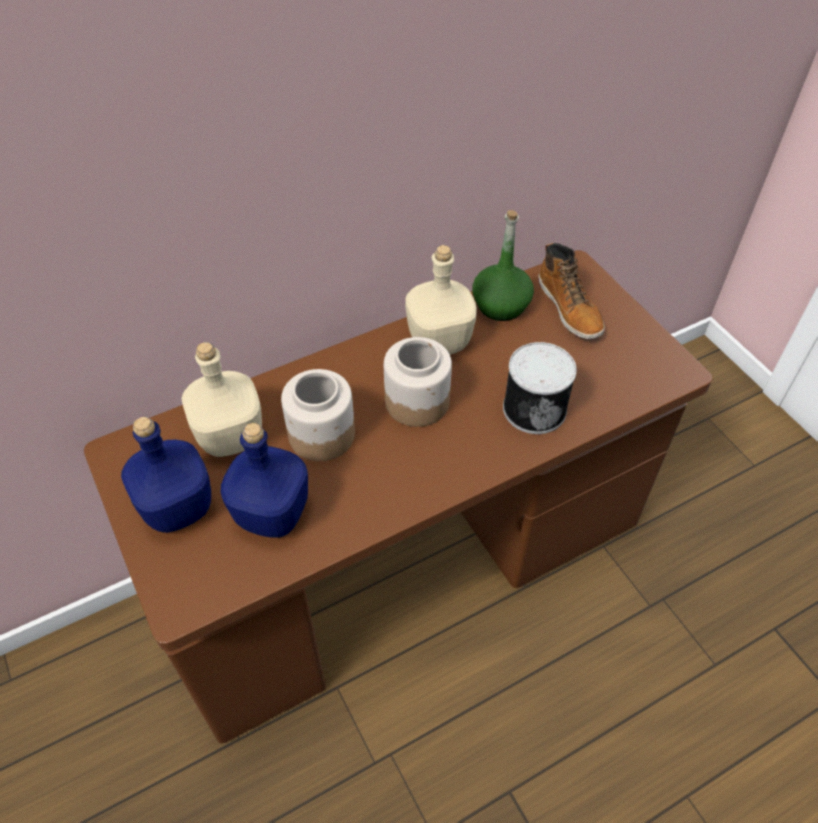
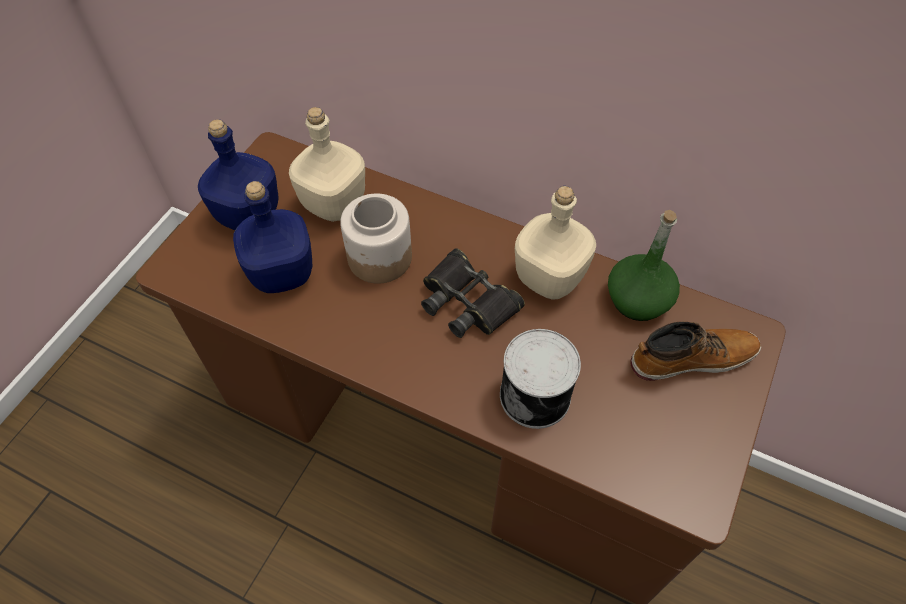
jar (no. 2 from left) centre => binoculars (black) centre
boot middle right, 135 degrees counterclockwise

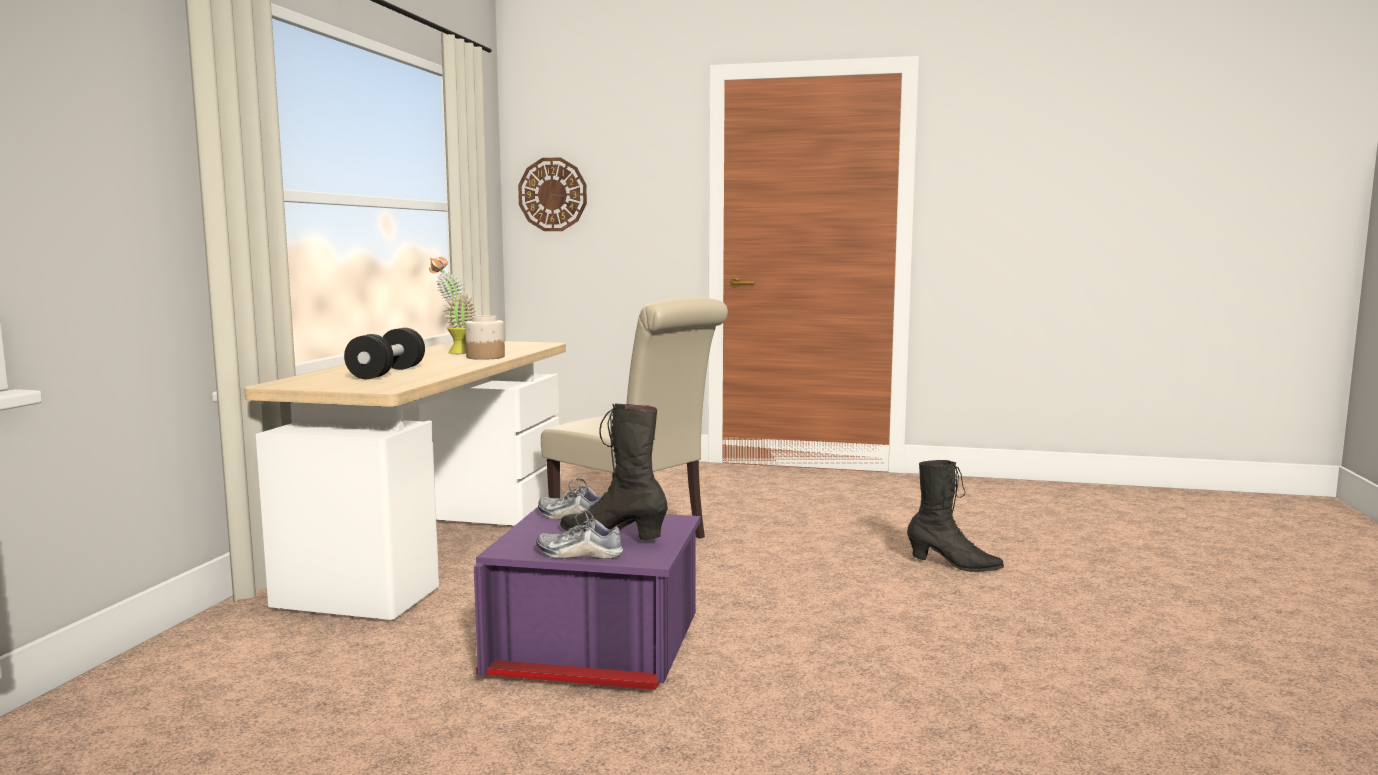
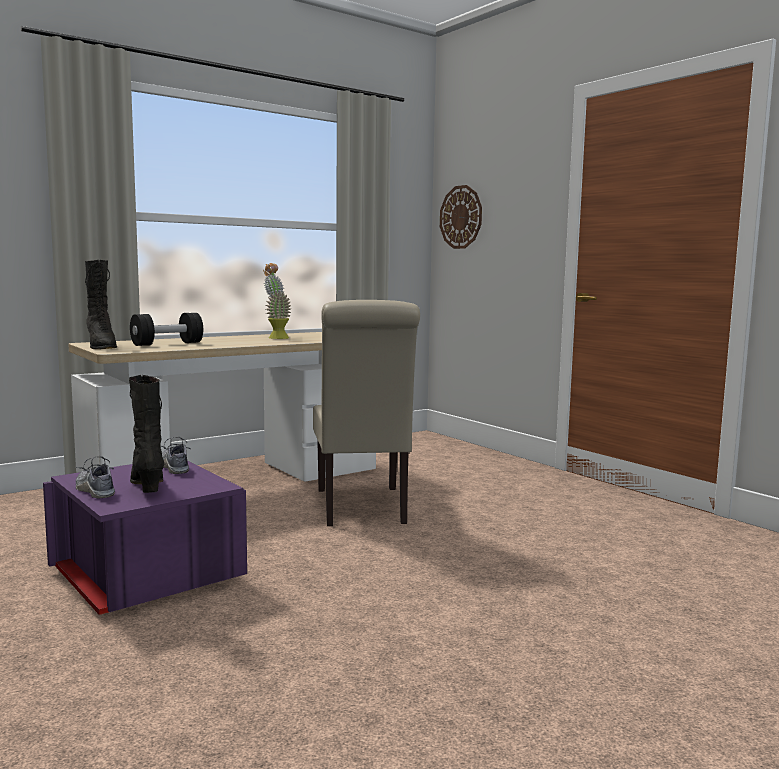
jar centre => nothing
boot (black) (no. 2 from left in the first image) middle right => boot (black) (no. 1 from left) middle left, shifted

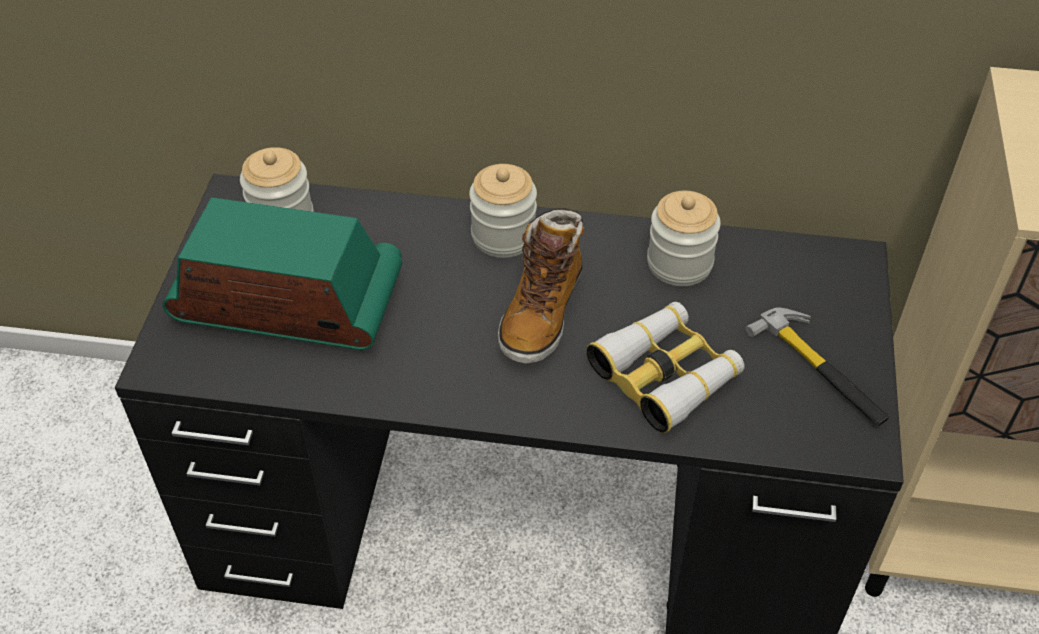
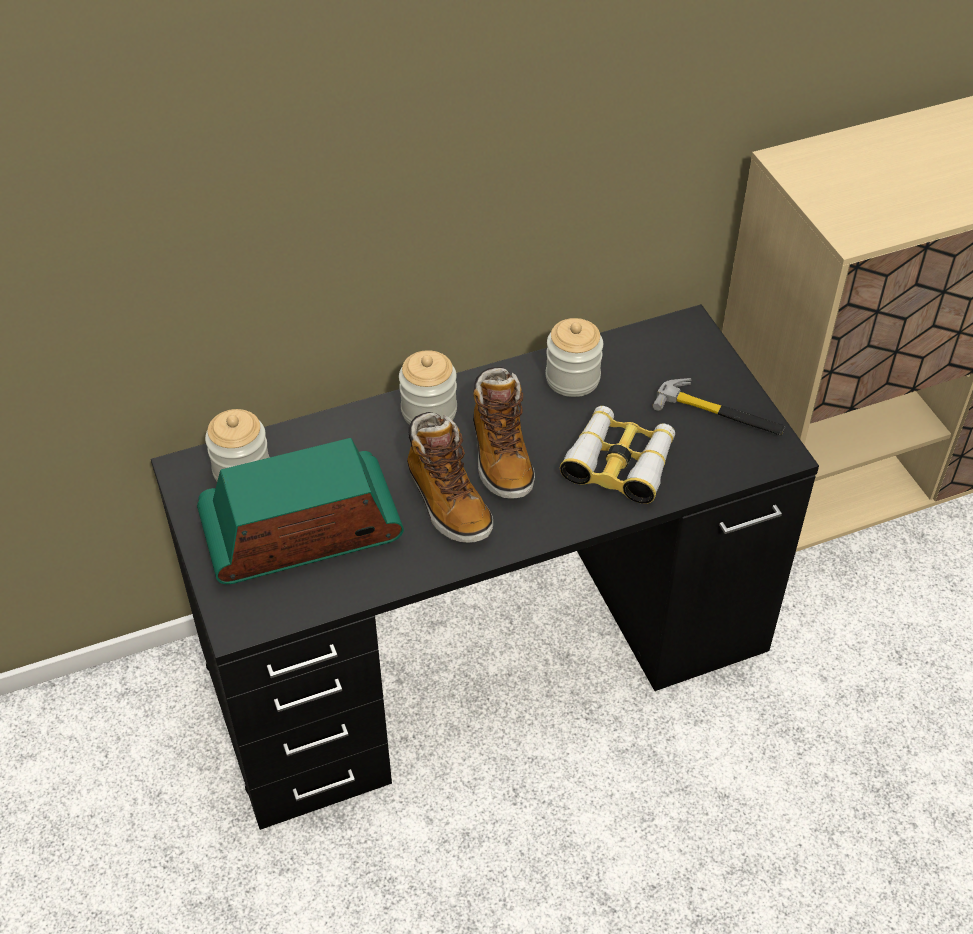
nothing => boot (no. 1 from left) centre

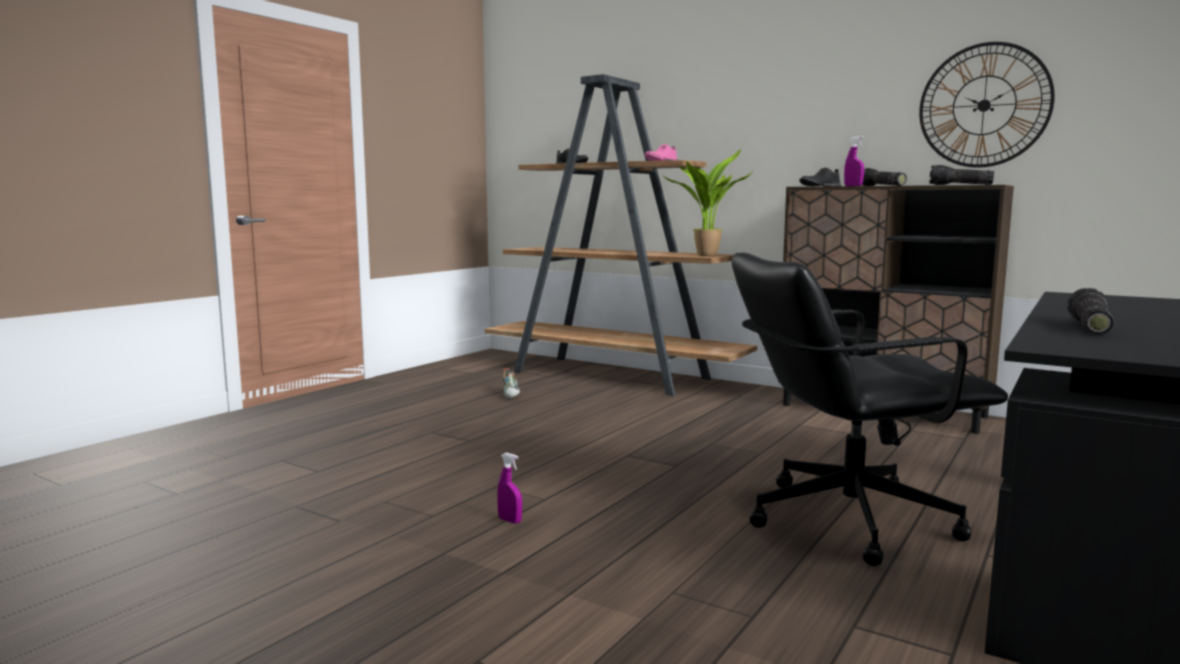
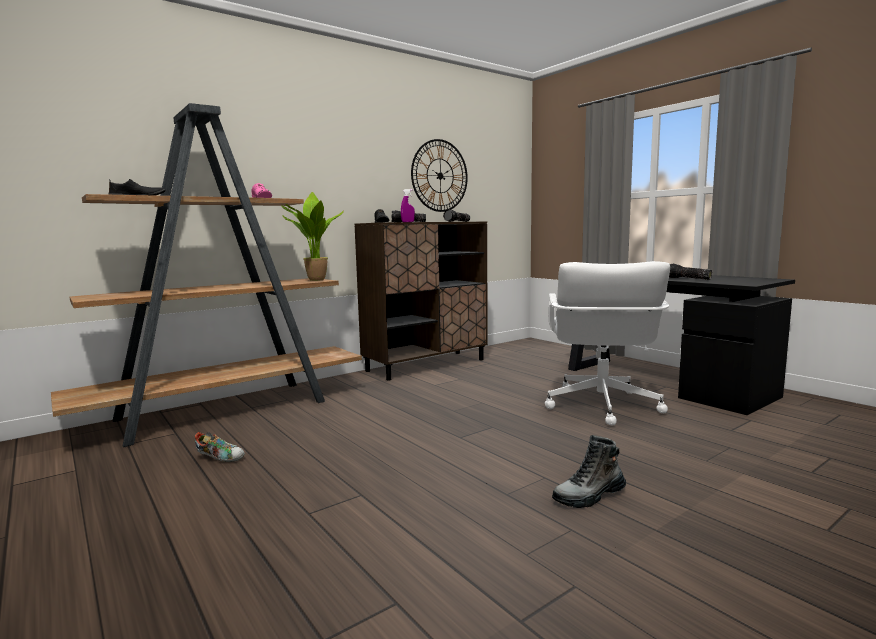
spray bottle (purple) (no. 1 from left) bottom centre => boot bottom right
office chair (black) middle right => office chair (white) middle right

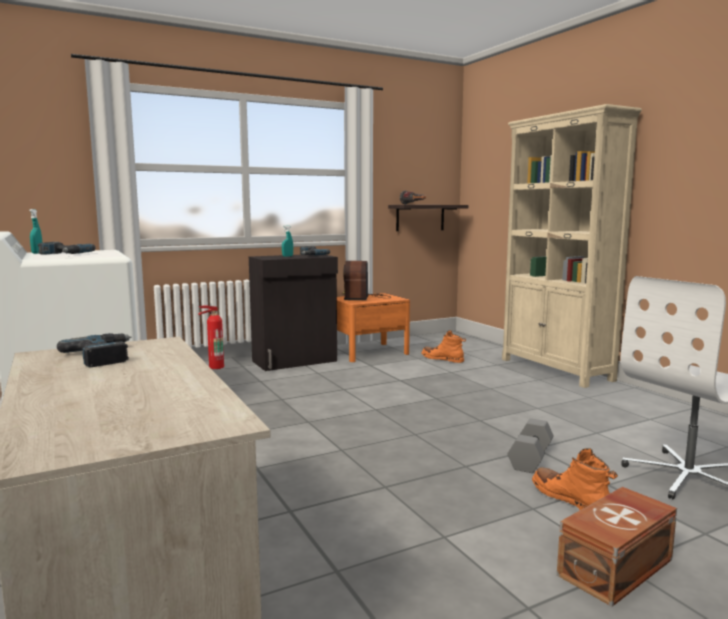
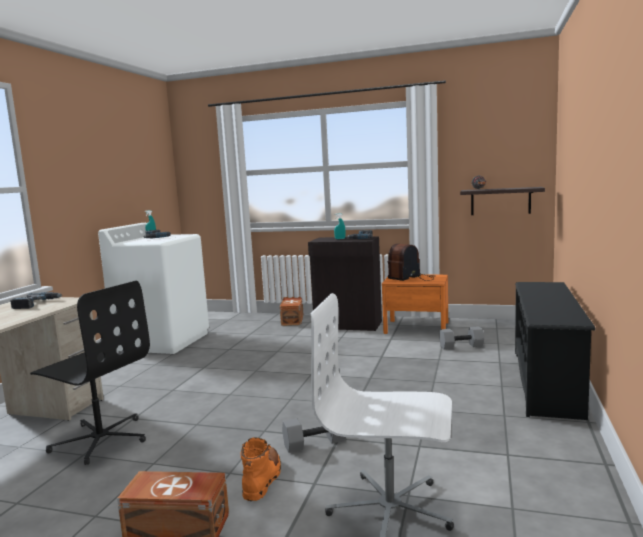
nothing => office chair (black) bottom left
fire extinguisher middle left => storage box (brown) (no. 2 from left) centre
boot (orange) (no. 1 from left) centre => dumbbell (grey) (no. 2 from left) middle right
bookcase (beige) middle right => shoe rack (black) middle right

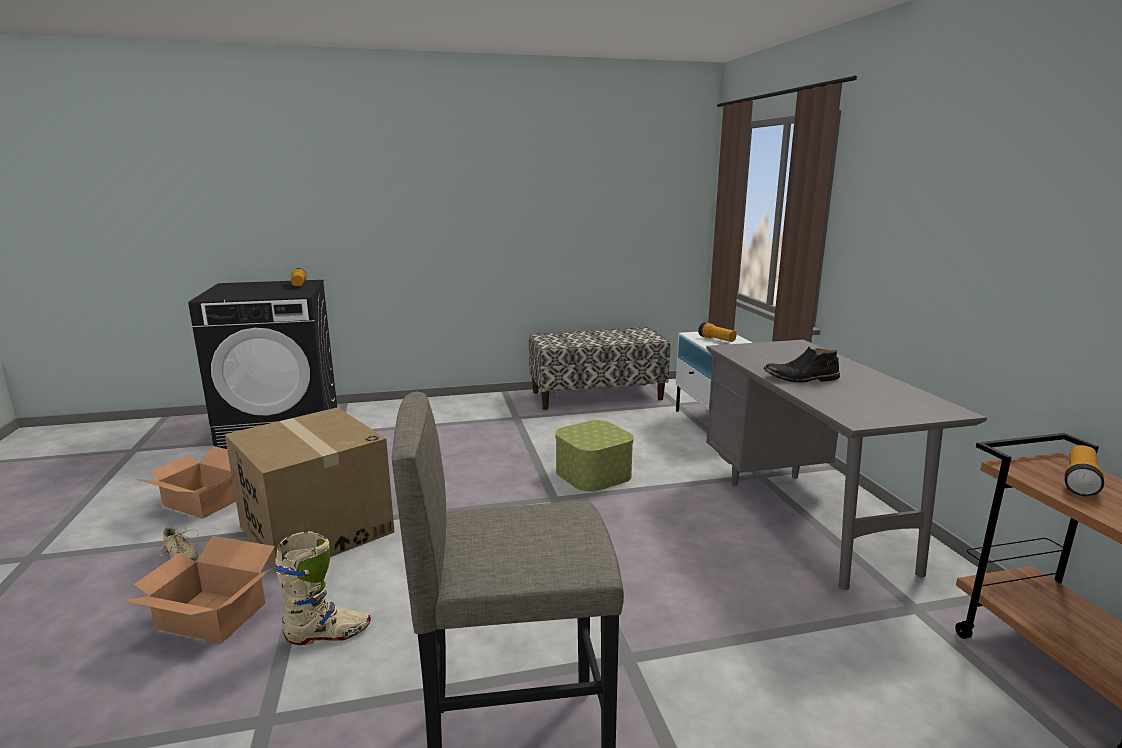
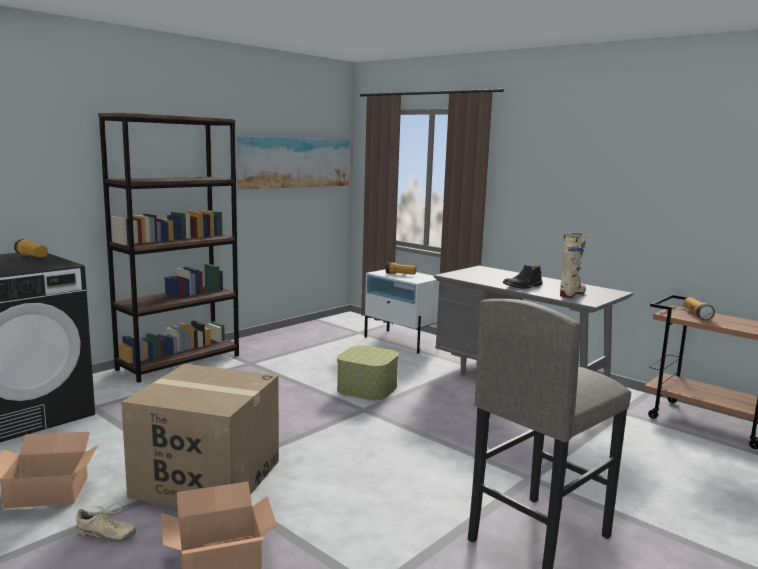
bench centre => nothing
nothing => bookcase (brown) middle left
nothing => picture top centre
boot (beige) bottom left => boot (beige) middle right, shifted

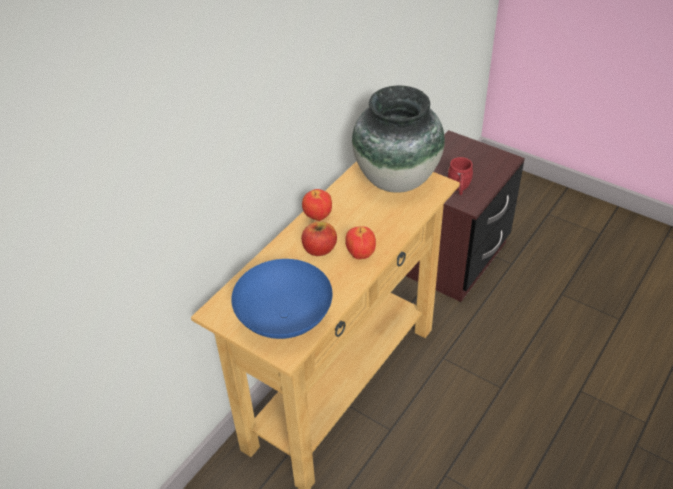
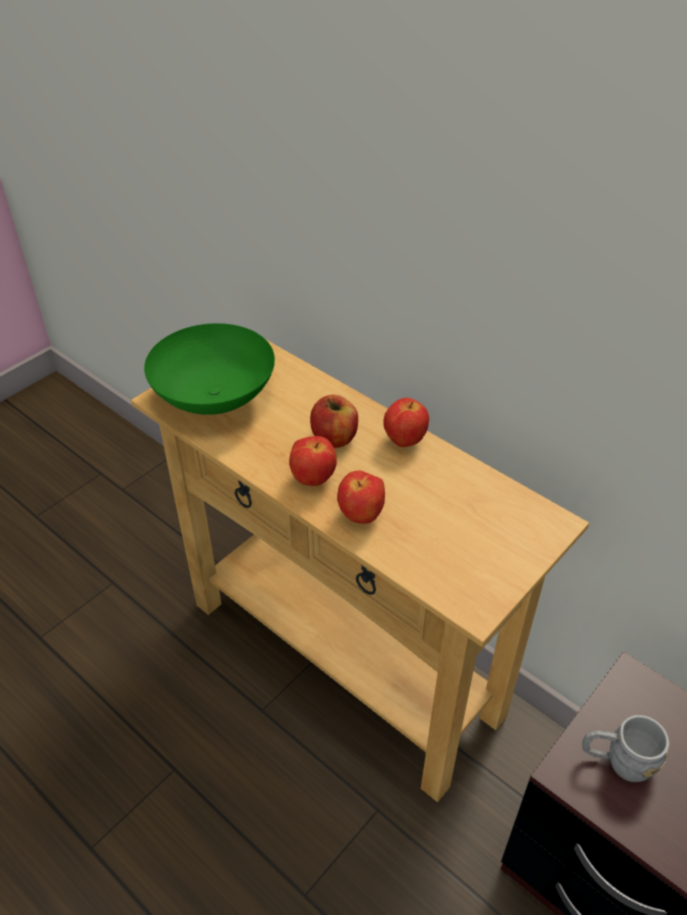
vase top centre => nothing
nothing => apple (no. 3 from left) centre
bowl (blue) centre => bowl (green) middle left
mug (red) middle right => mug (grey) bottom right

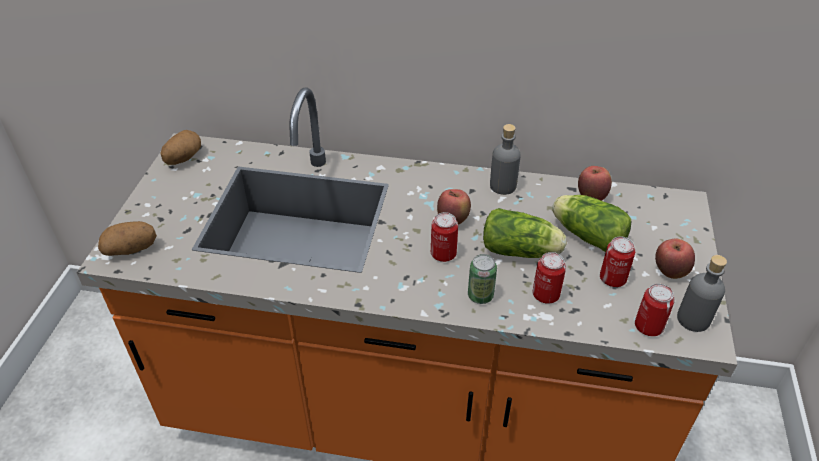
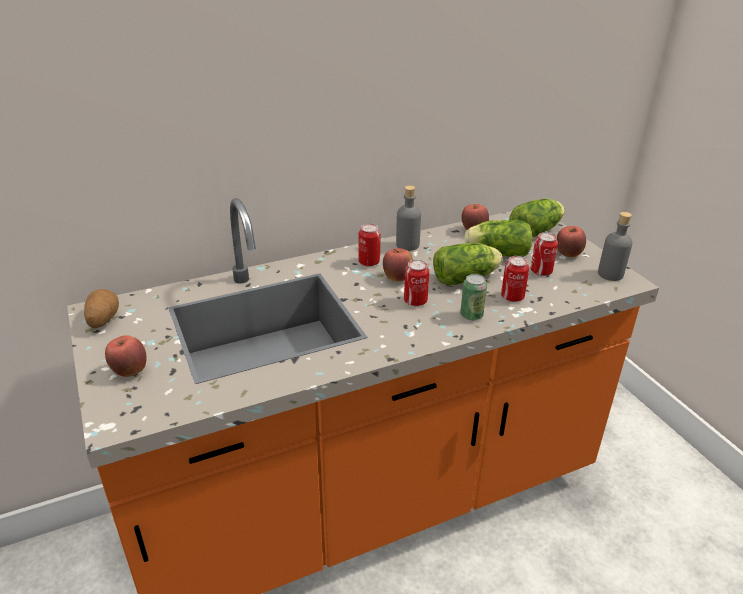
potato (no. 1 from left) middle left => nothing
nothing => apple (no. 1 from left) middle left
nothing => lettuce (no. 3 from left) middle right
can (no. 5 from left in the first image) bottom right => can (no. 1 from left) centre, shifted

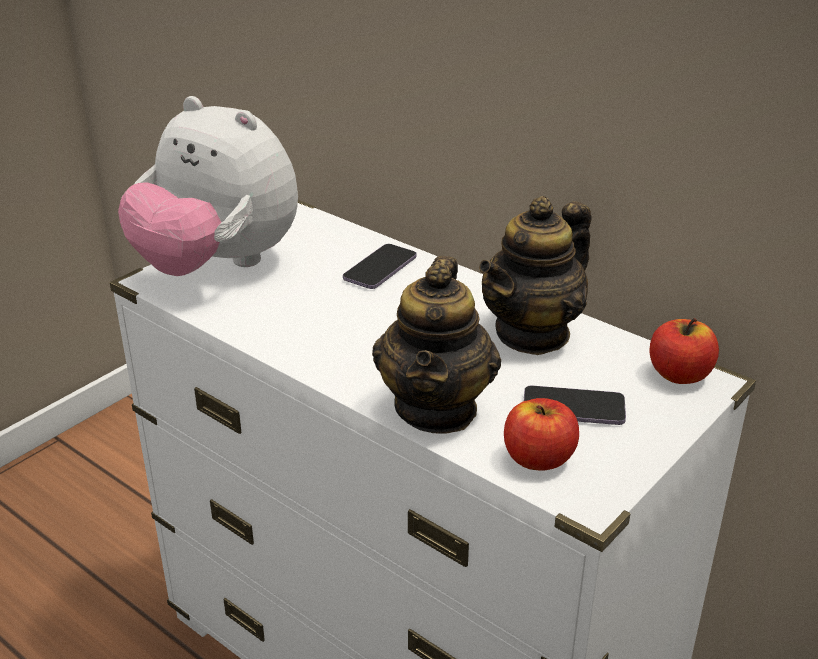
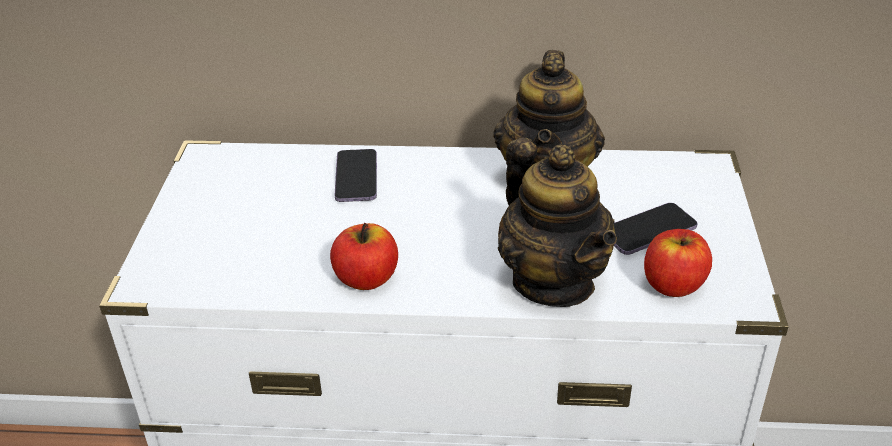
plush toy top left => nothing
apple (no. 2 from left in the first image) middle right => apple (no. 1 from left) centre, shifted

